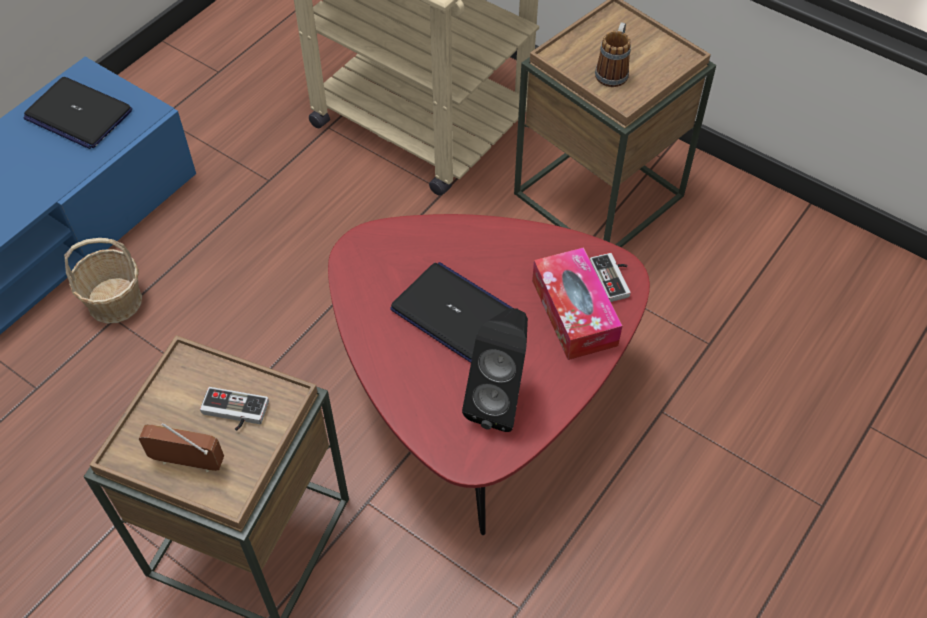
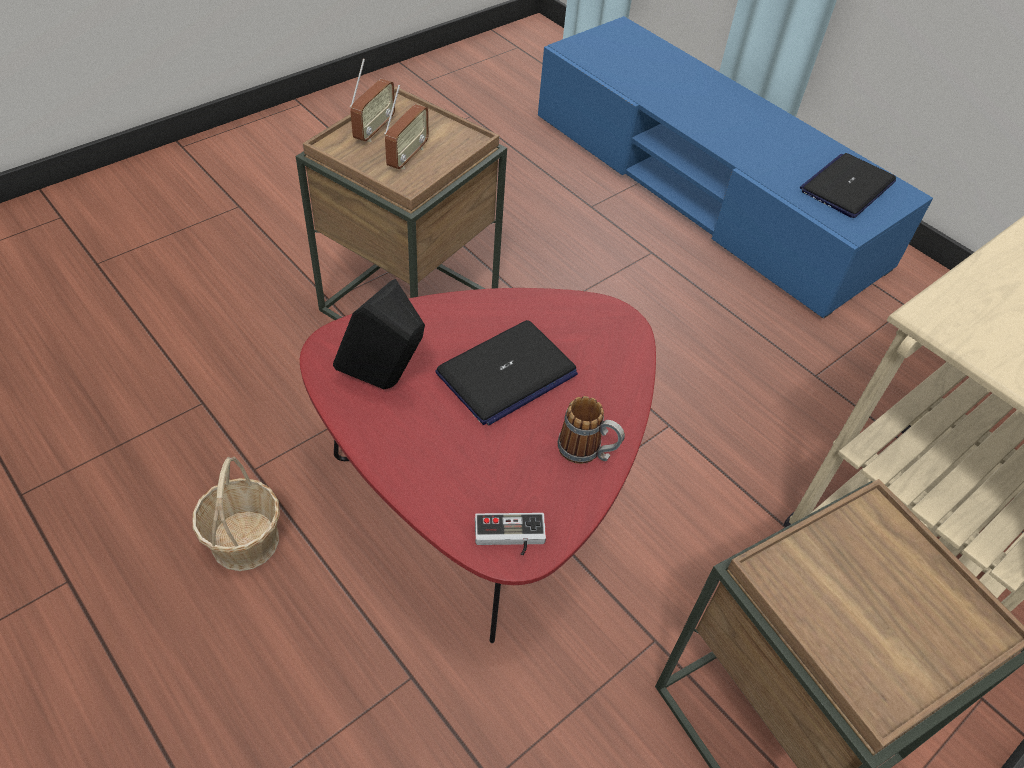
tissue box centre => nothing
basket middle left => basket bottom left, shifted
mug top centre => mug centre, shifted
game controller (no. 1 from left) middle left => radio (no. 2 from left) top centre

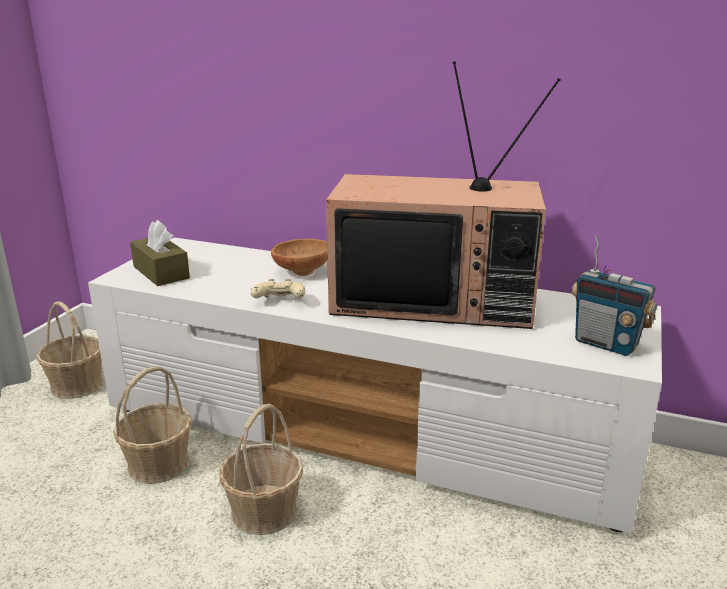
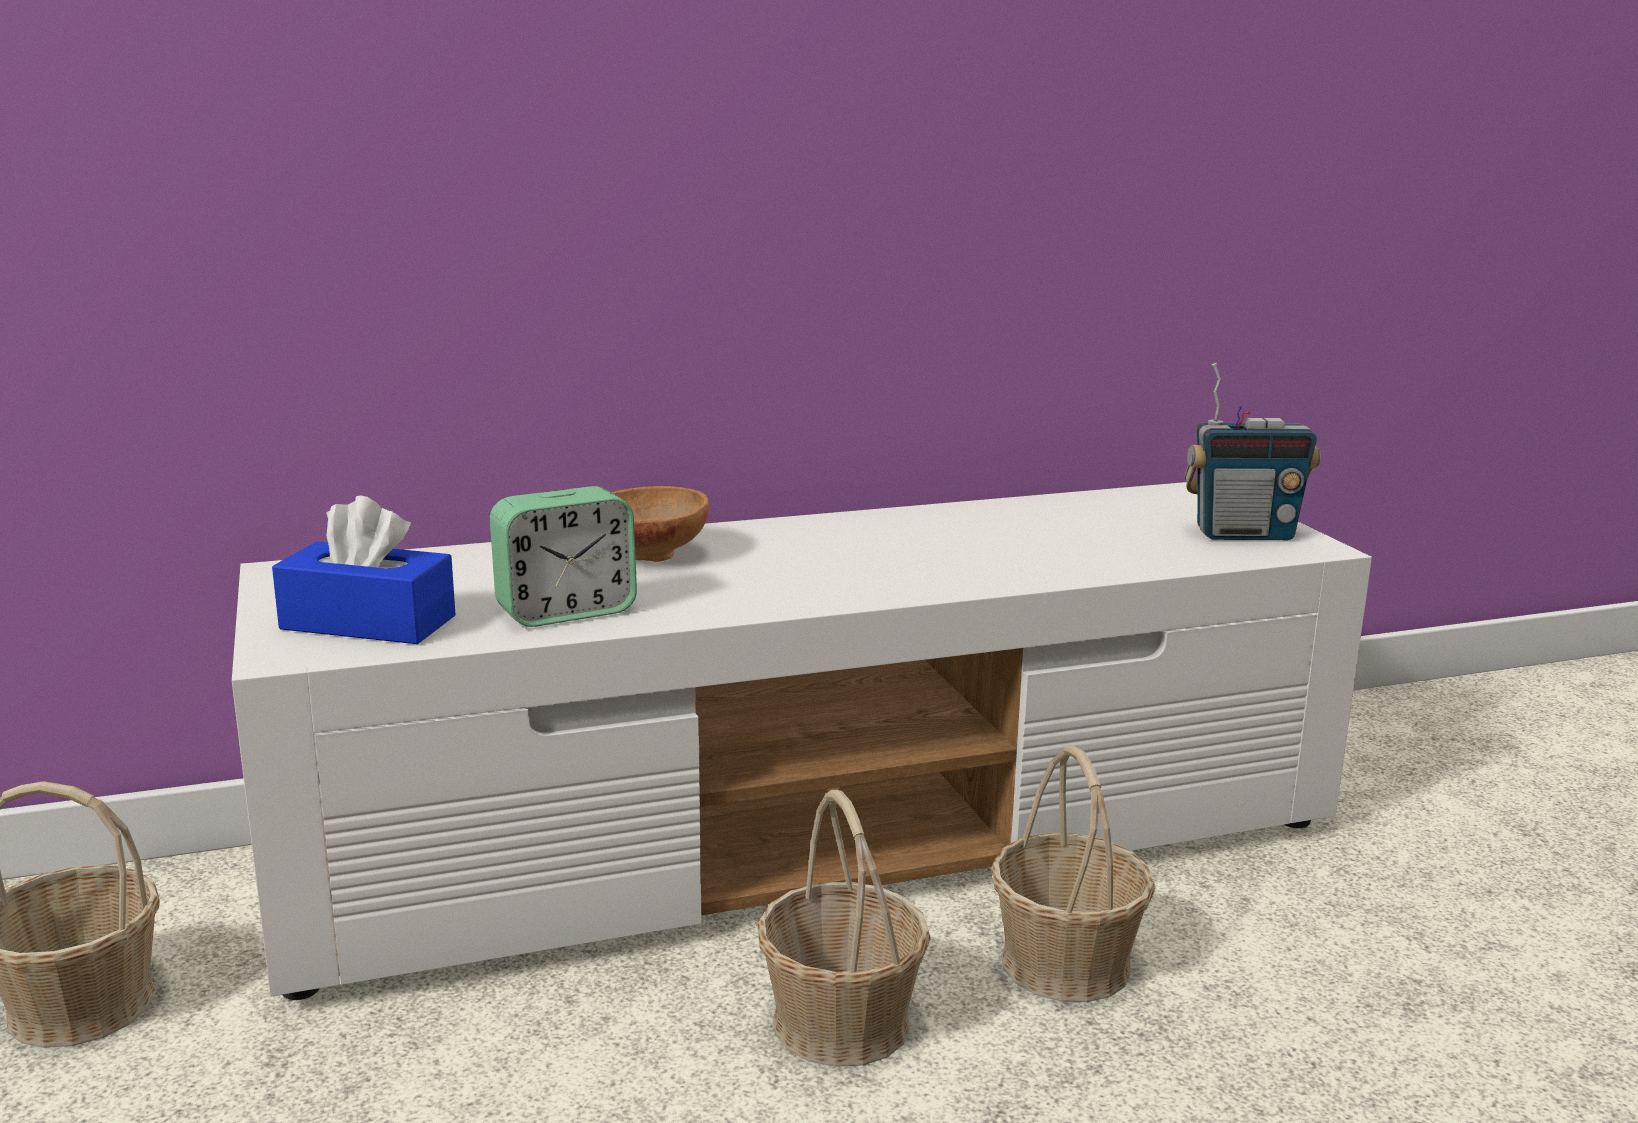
game controller (beige) centre => nothing
television top centre => nothing
nothing => alarm clock centre
basket (no. 2 from left in the first image) bottom left => basket (no. 3 from left) bottom centre, shifted
tissue box (brown) middle left => tissue box (blue) middle left

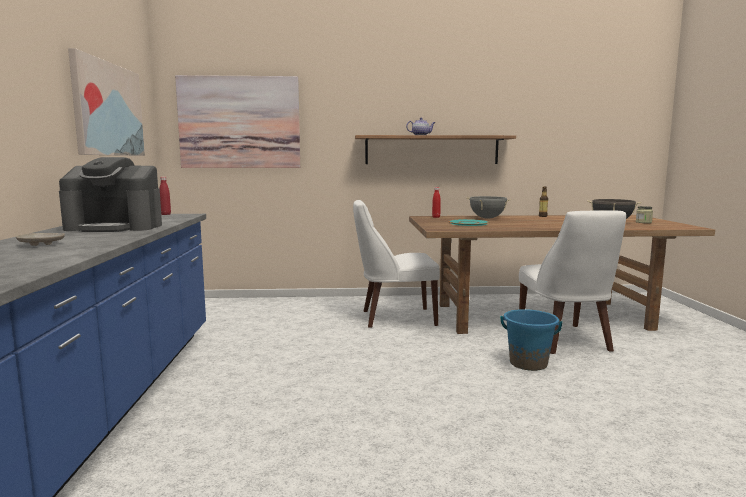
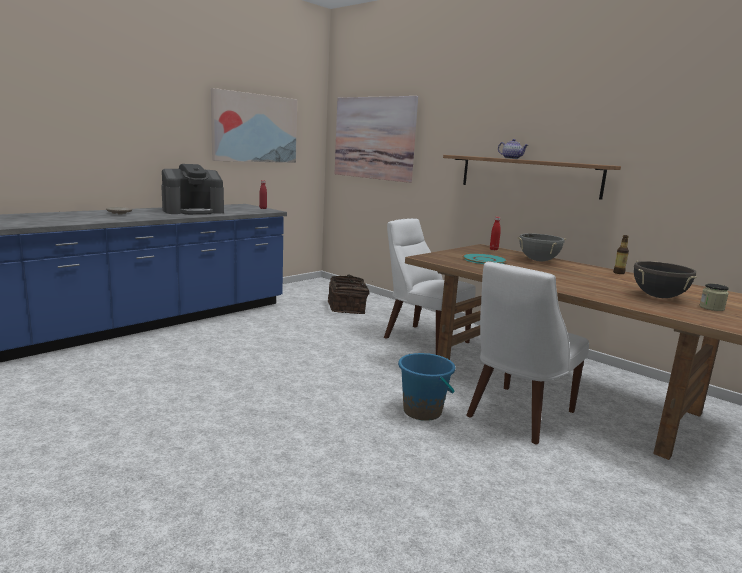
nothing => basket centre
coffee machine middle left => coffee machine top left, 75 degrees counterclockwise

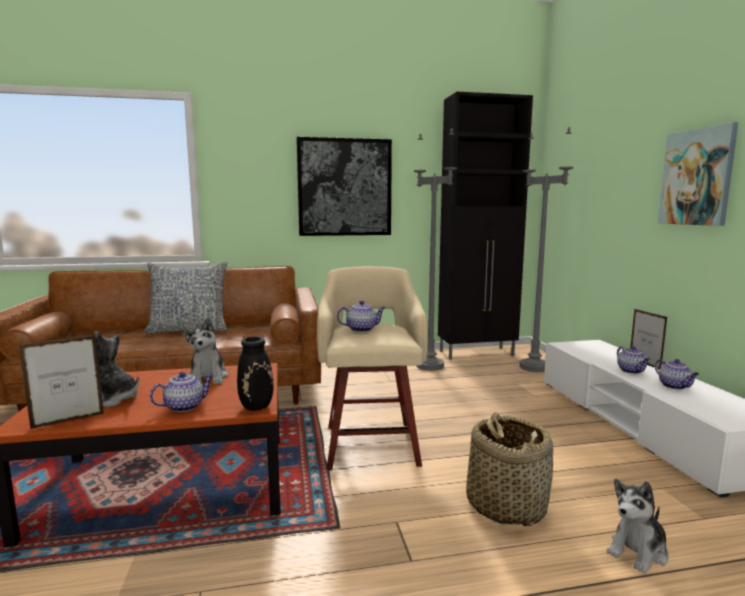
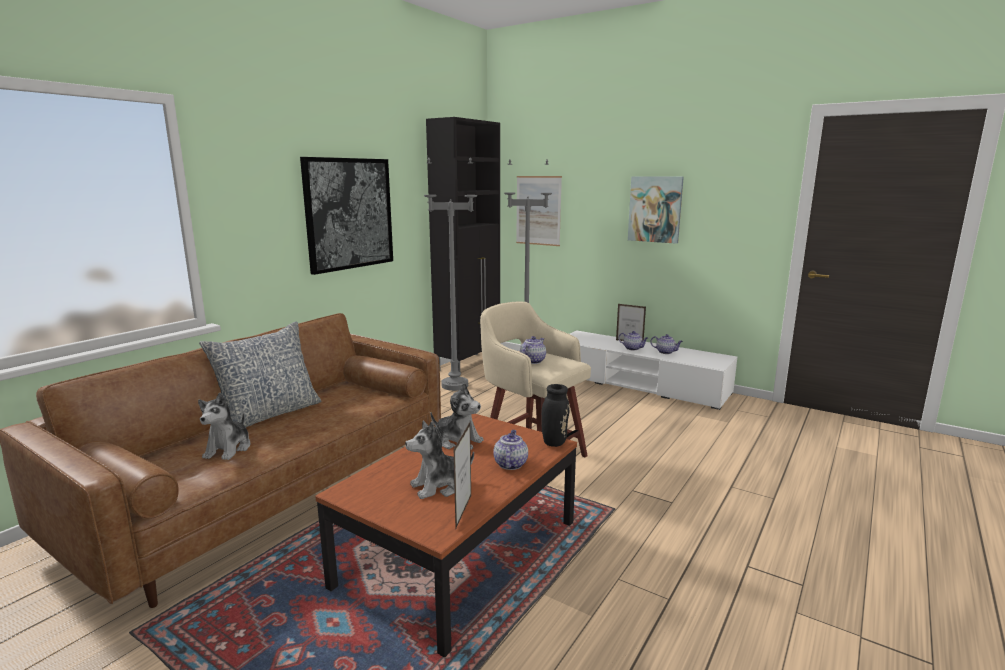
basket bottom right => nothing
nothing => picture (no. 2 from left) top centre
plush toy (no. 3 from left in the first image) bottom right => plush toy (no. 1 from left) middle left, shifted

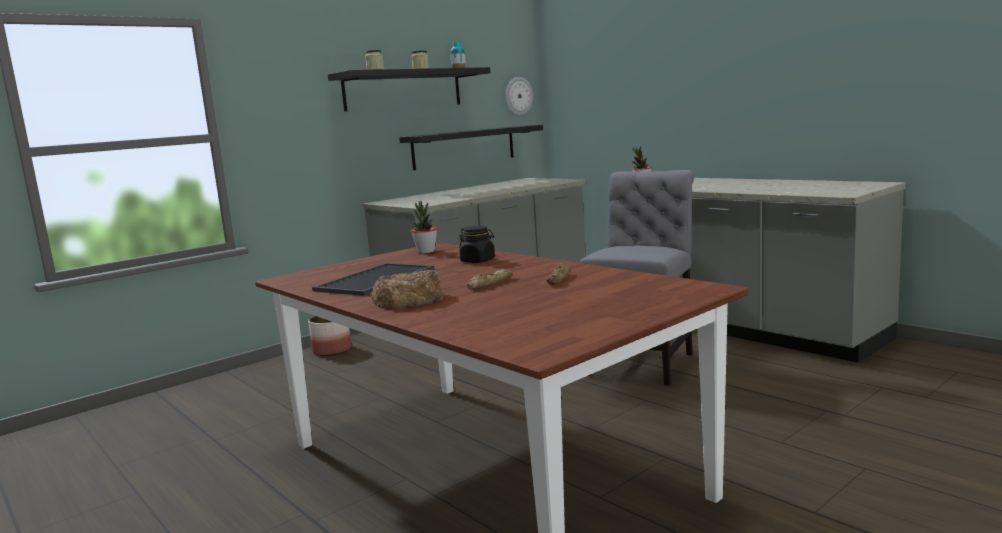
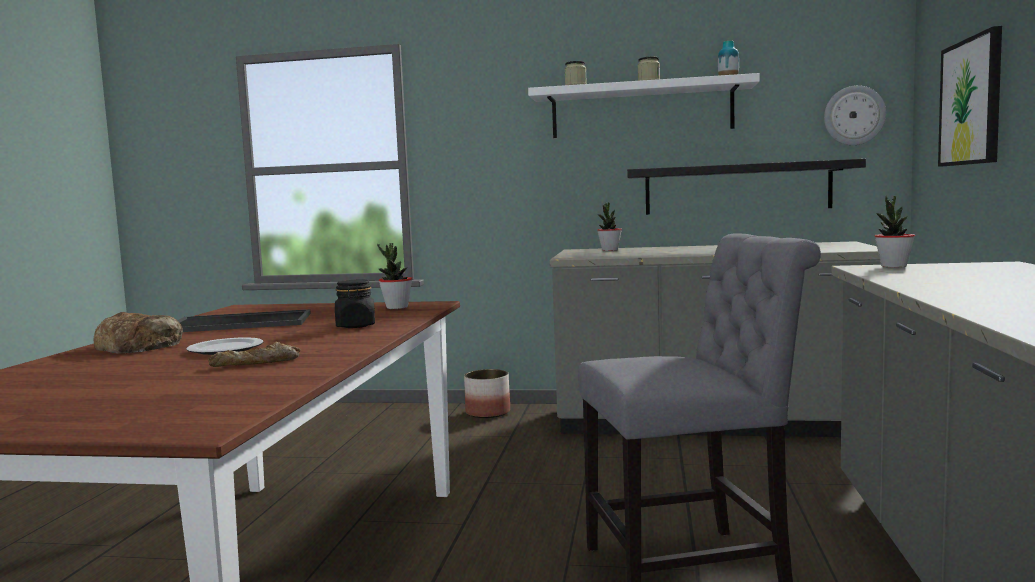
nothing => potted plant (no. 2 from left) centre
nothing => picture top right
bread (no. 2 from left) centre => plate middle left
shelf (black) (no. 1 from left) top centre => shelf (white) top centre

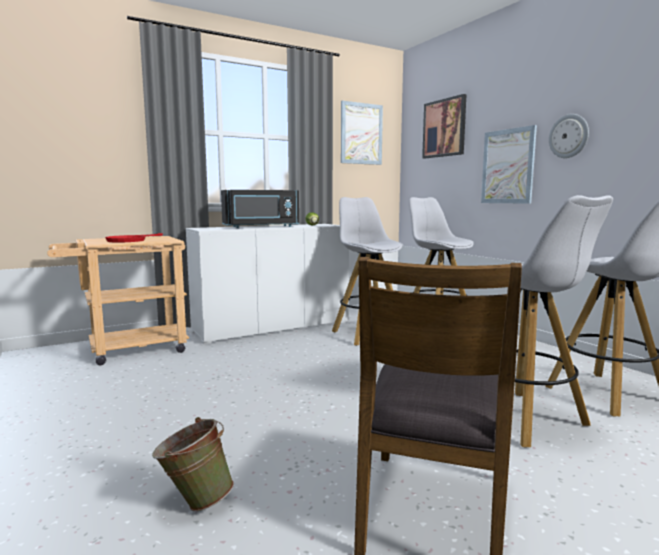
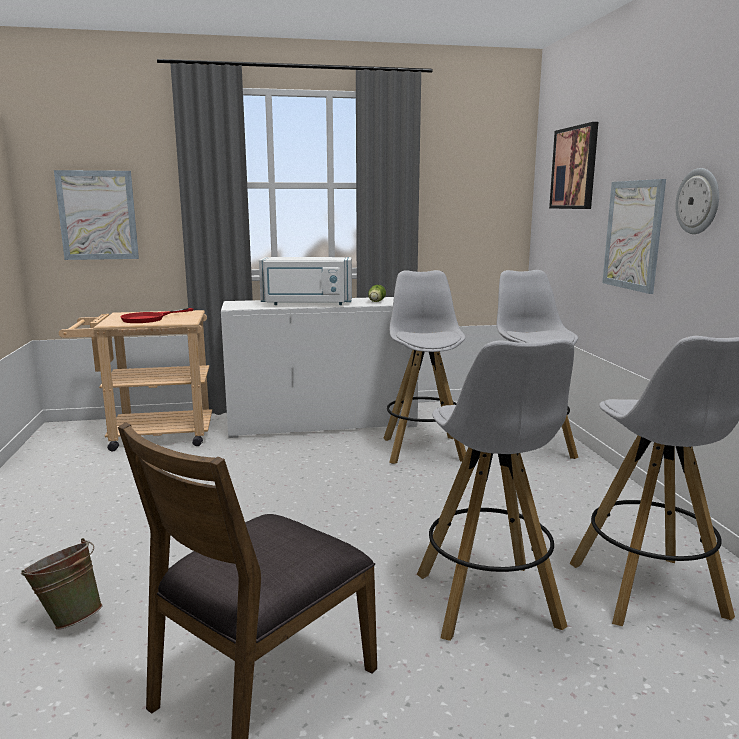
picture (no. 1 from left) top centre => picture (no. 1 from left) top left, shifted
microwave (black) centre => microwave (white) centre

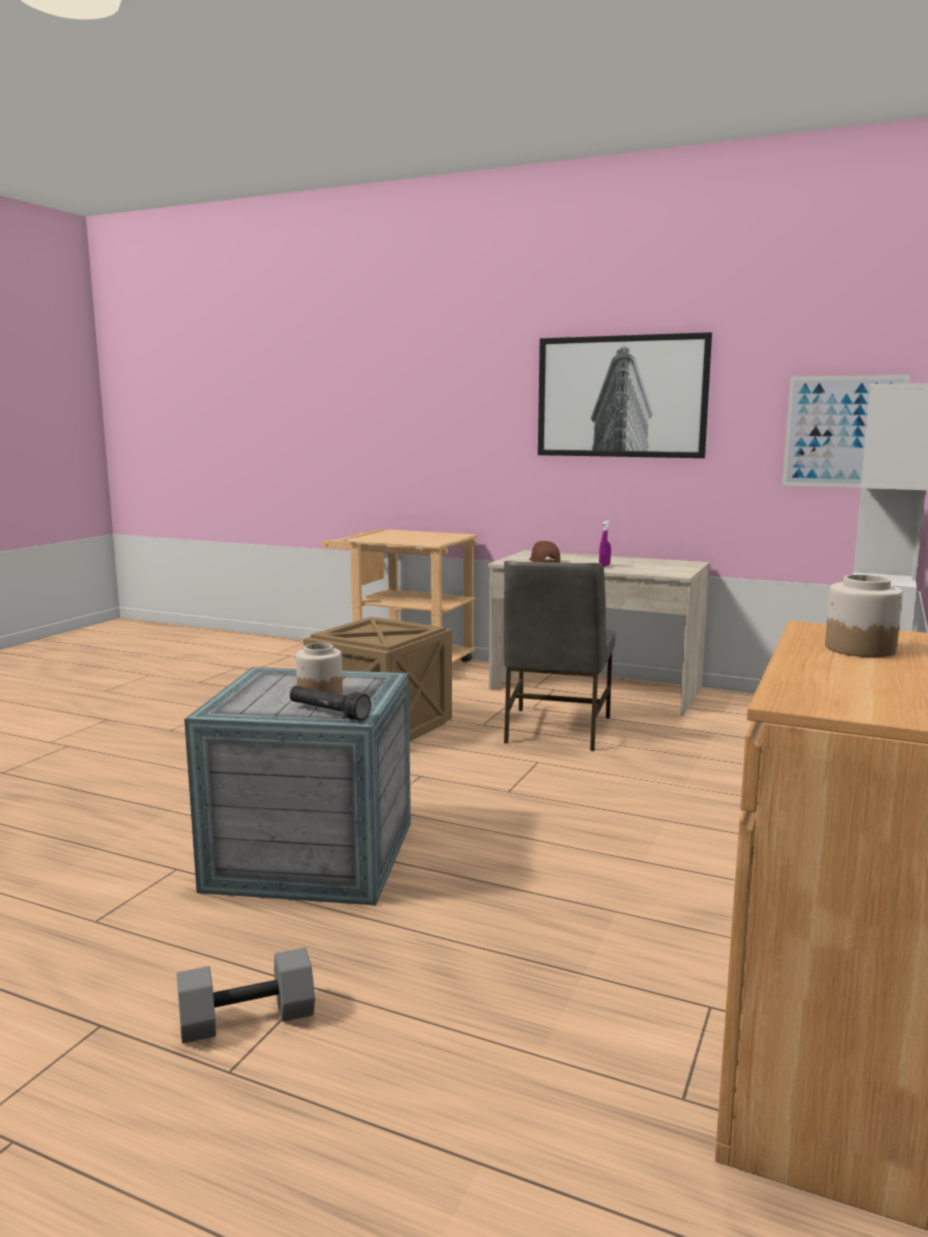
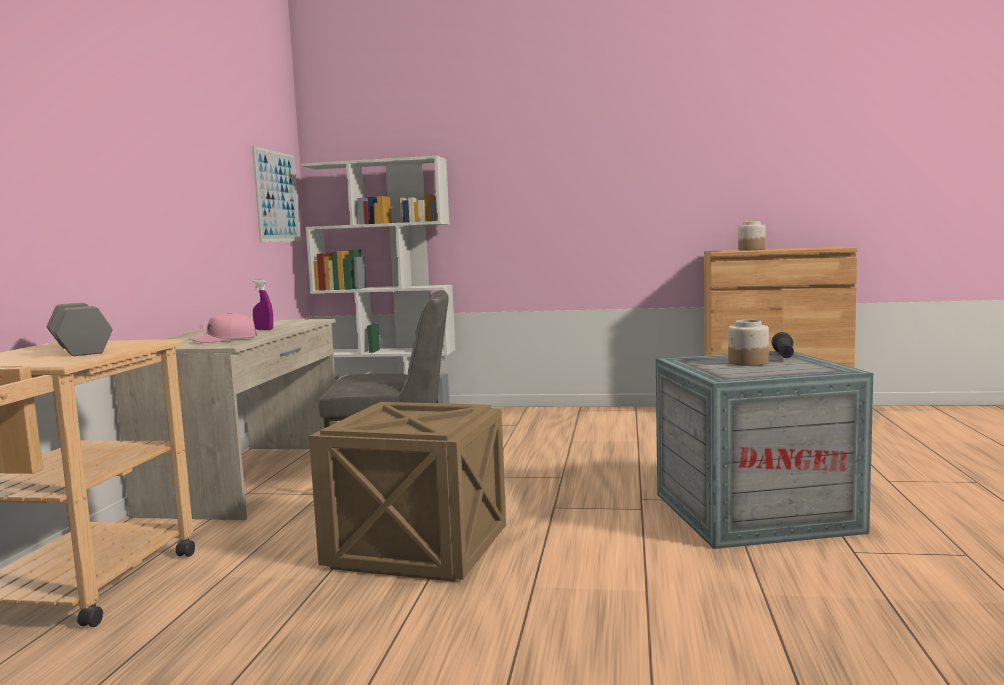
picture (no. 1 from left) top right => nothing
dumbbell (grey) bottom left => dumbbell (grey) middle left, shifted
cap (brown) centre => cap (pink) middle left

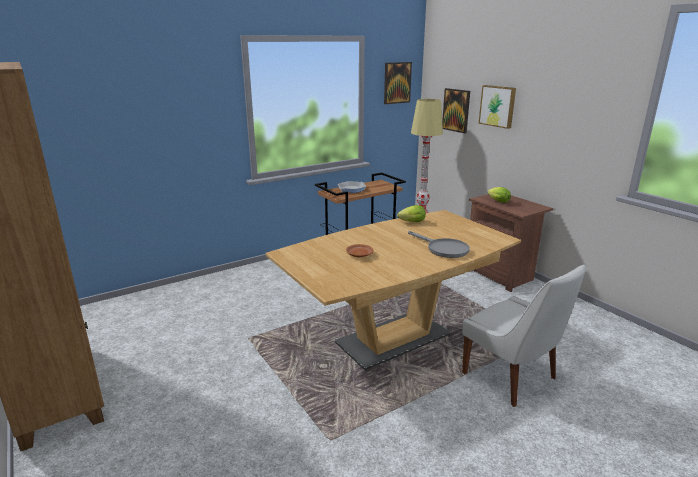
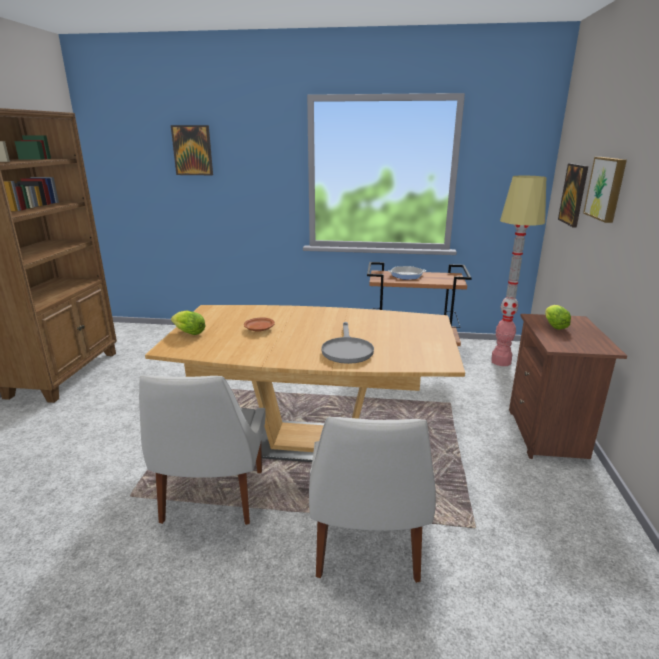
nothing => chair (white) (no. 1 from left) bottom left
picture (no. 1 from left) top centre => picture (no. 1 from left) top left, shifted
lettuce (no. 1 from left) centre => lettuce (no. 1 from left) middle left, shifted

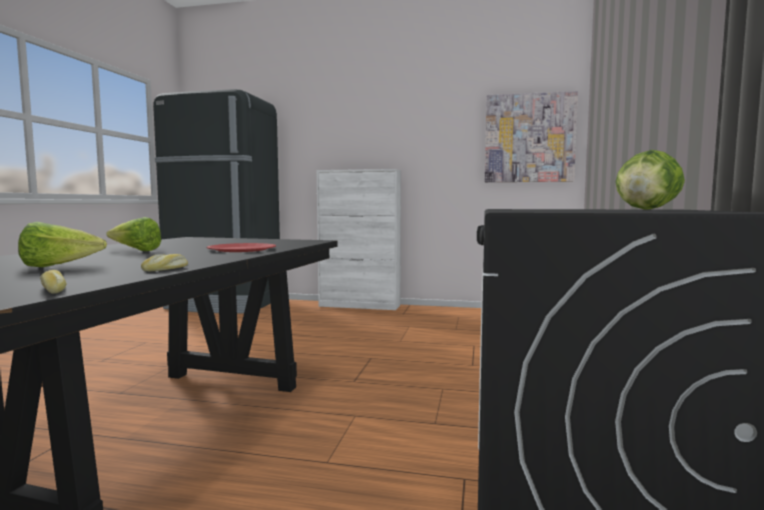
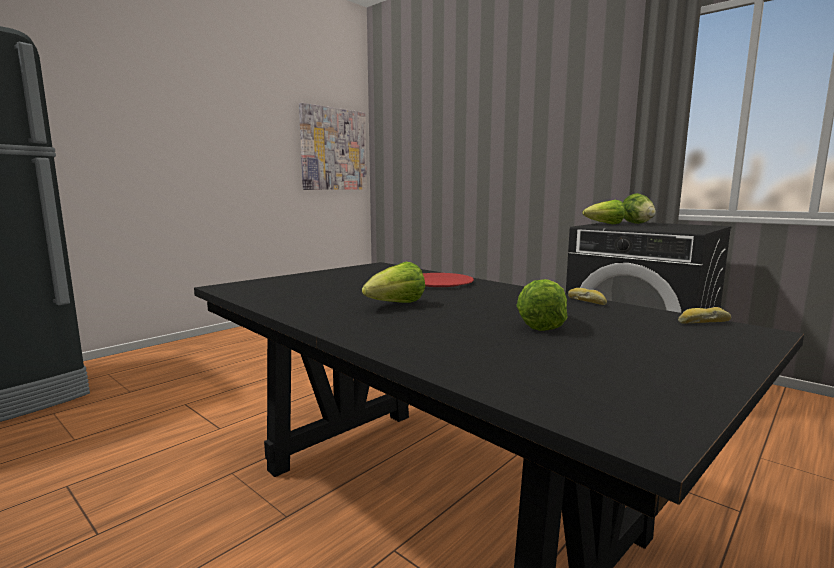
cabinet (white) centre => nothing
nothing => lettuce (no. 3 from left) middle right

